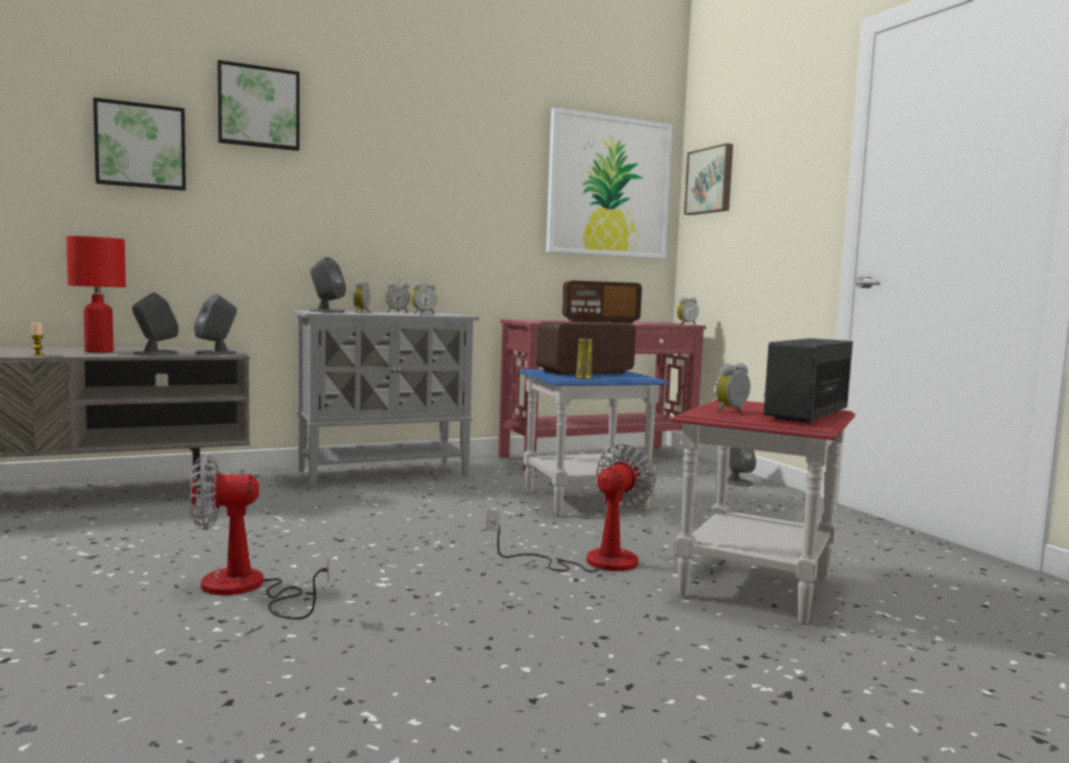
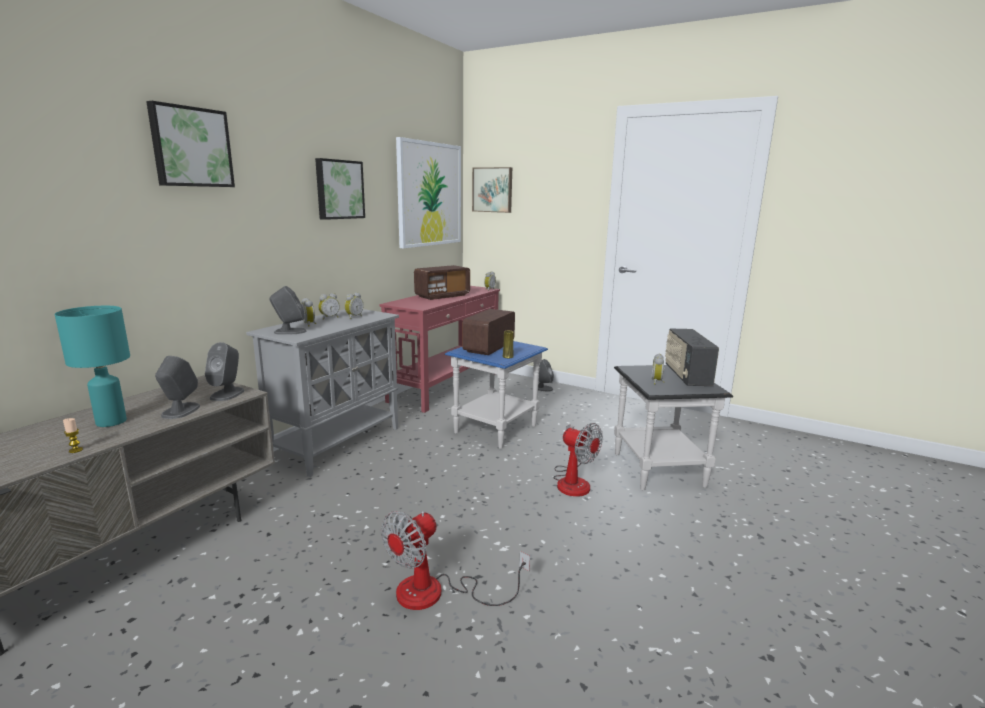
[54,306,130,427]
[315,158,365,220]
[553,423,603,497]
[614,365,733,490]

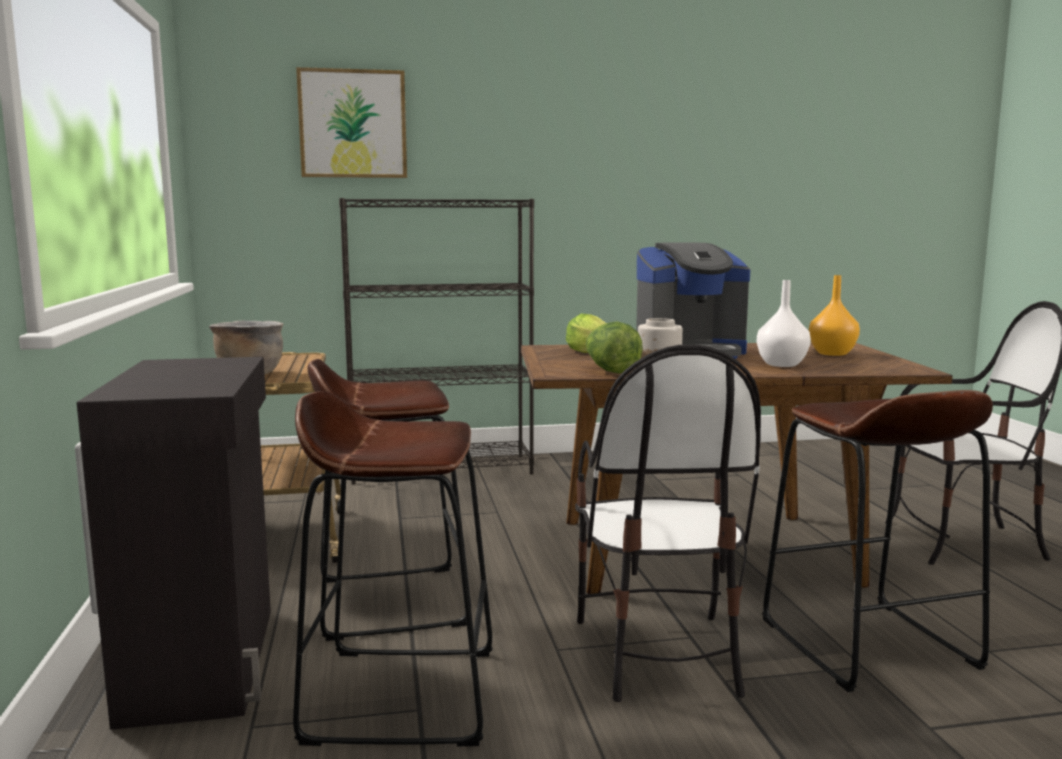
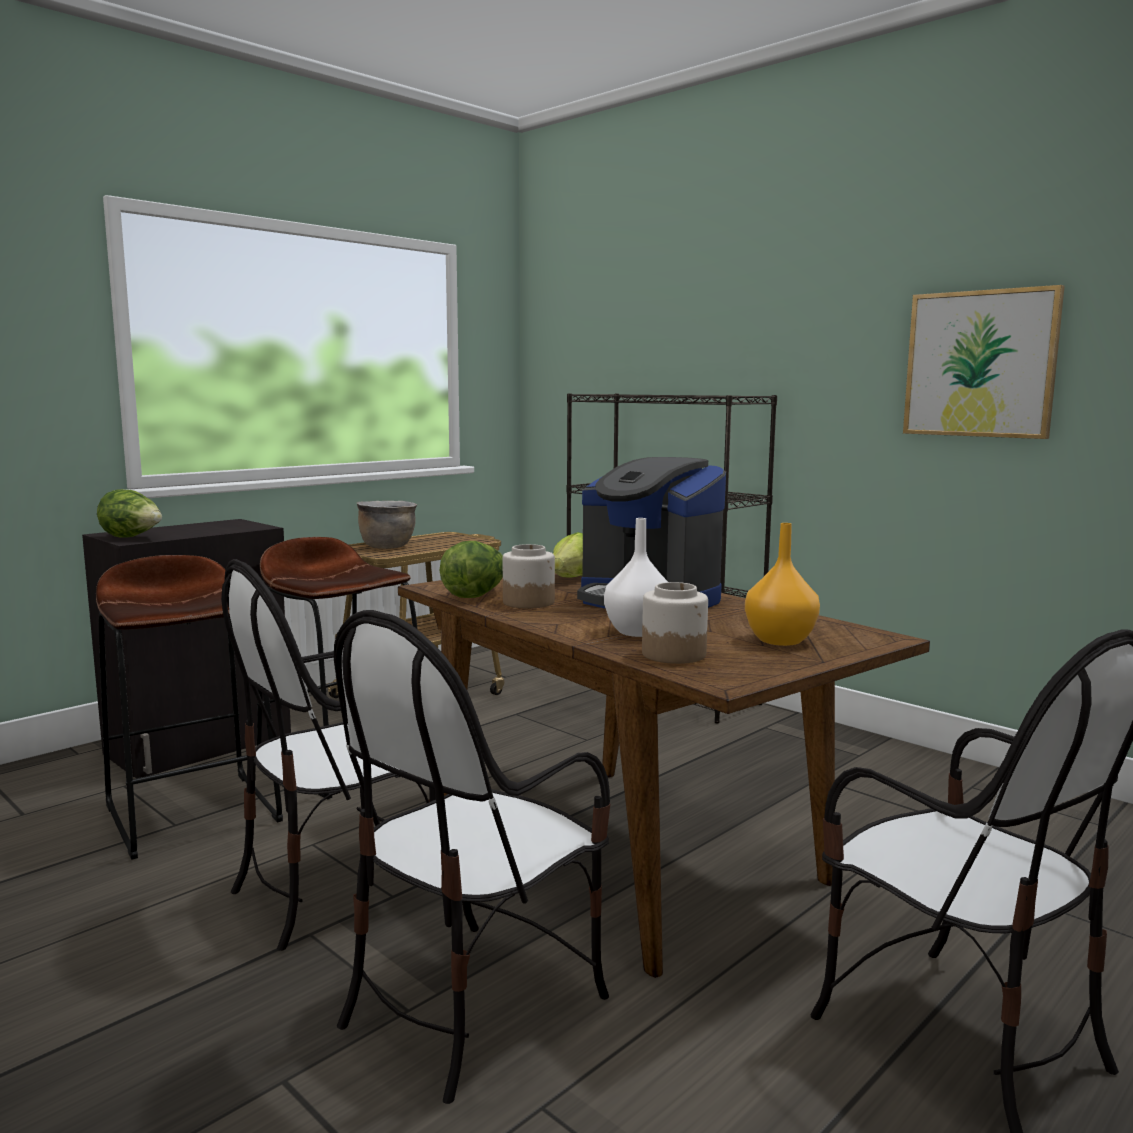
[97,489,162,538]
[334,610,611,1104]
[642,582,708,664]
[903,285,1065,439]

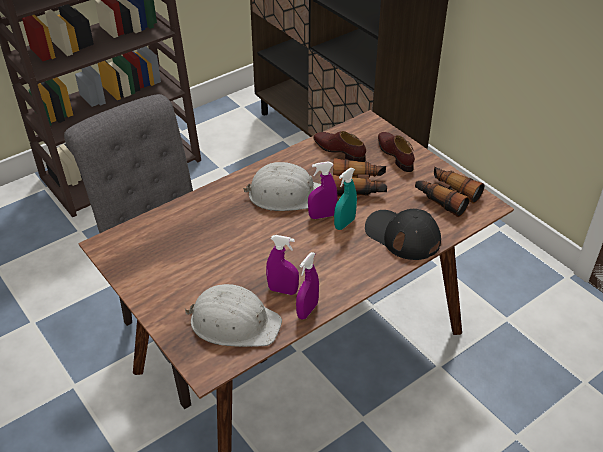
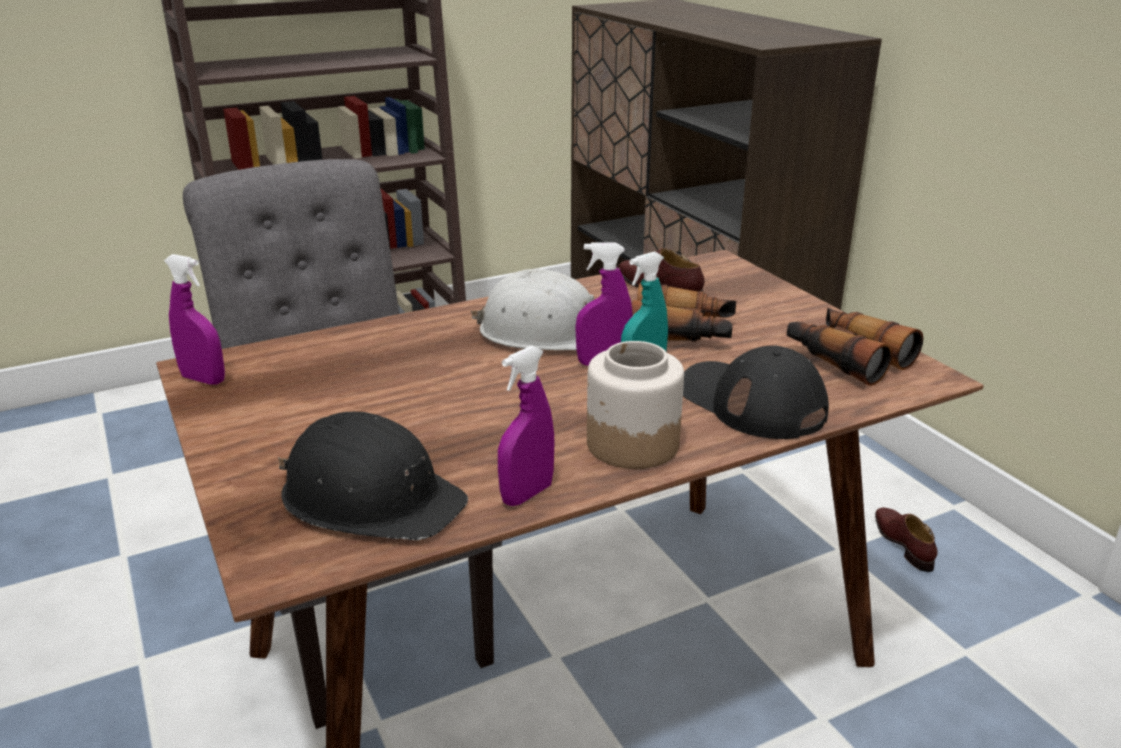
[164,254,225,385]
[278,412,468,540]
[587,341,684,469]
[875,507,937,572]

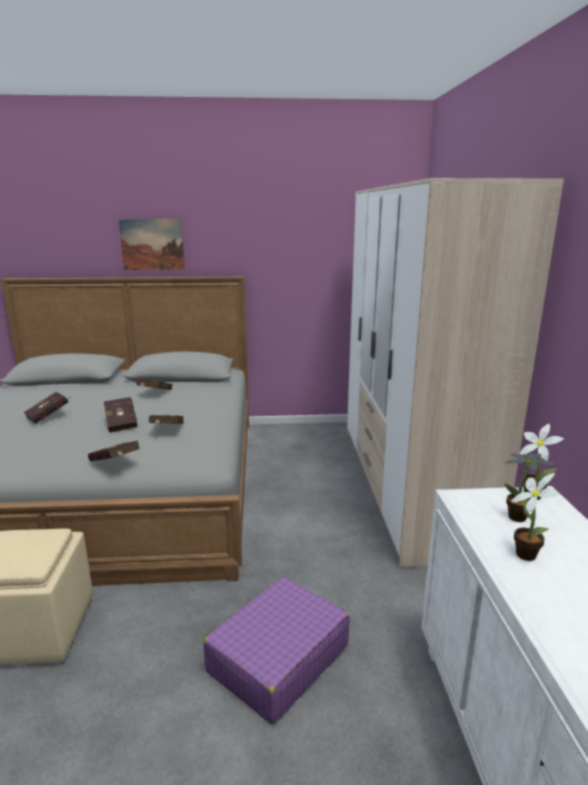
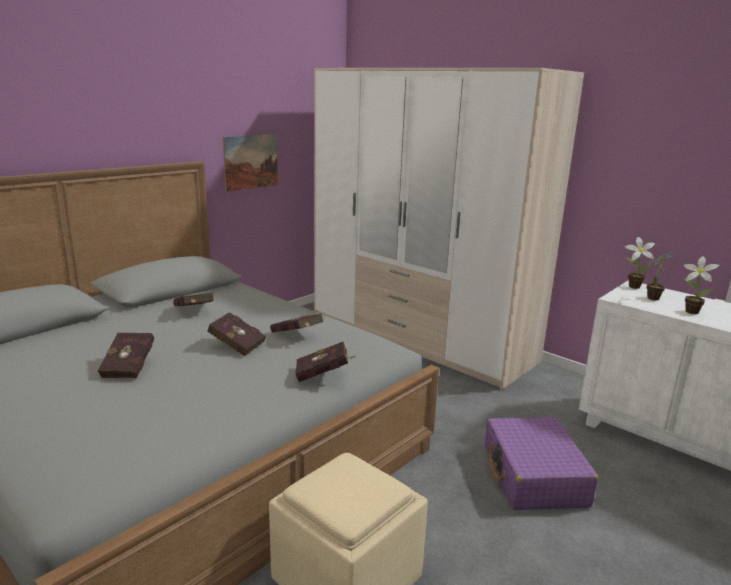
[223,135,278,192]

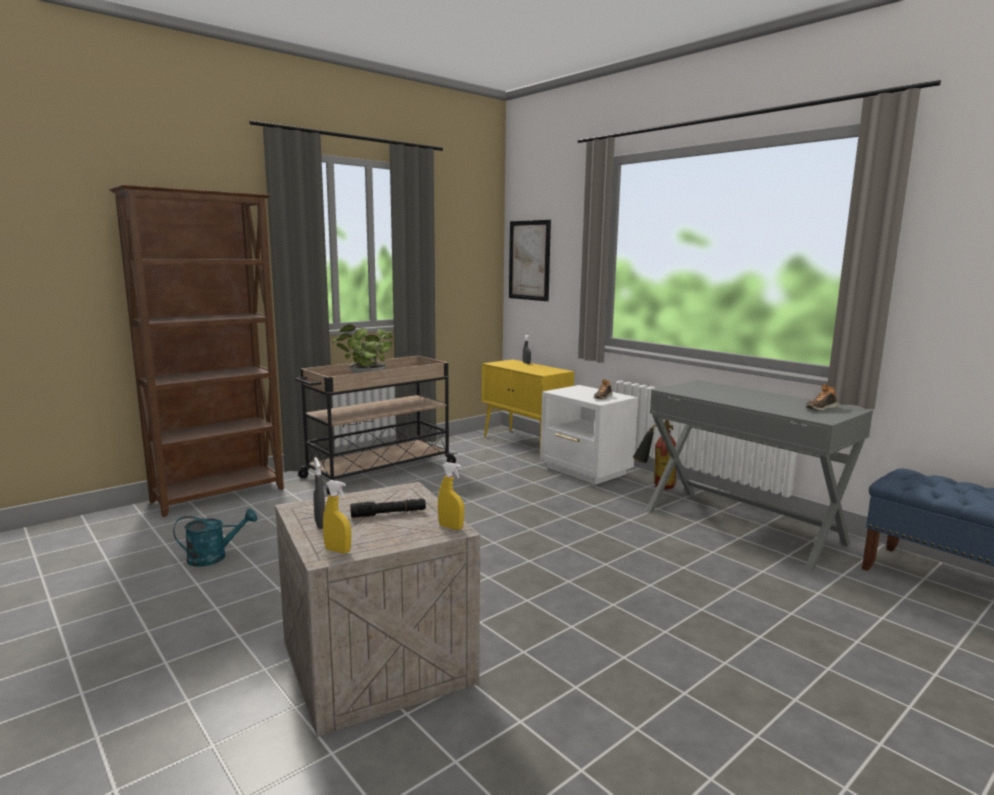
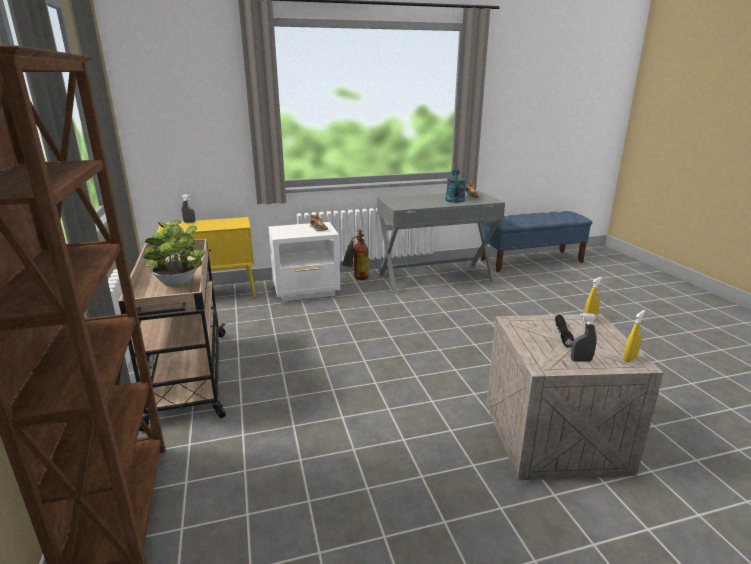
[446,169,466,203]
[509,219,551,301] (first image)

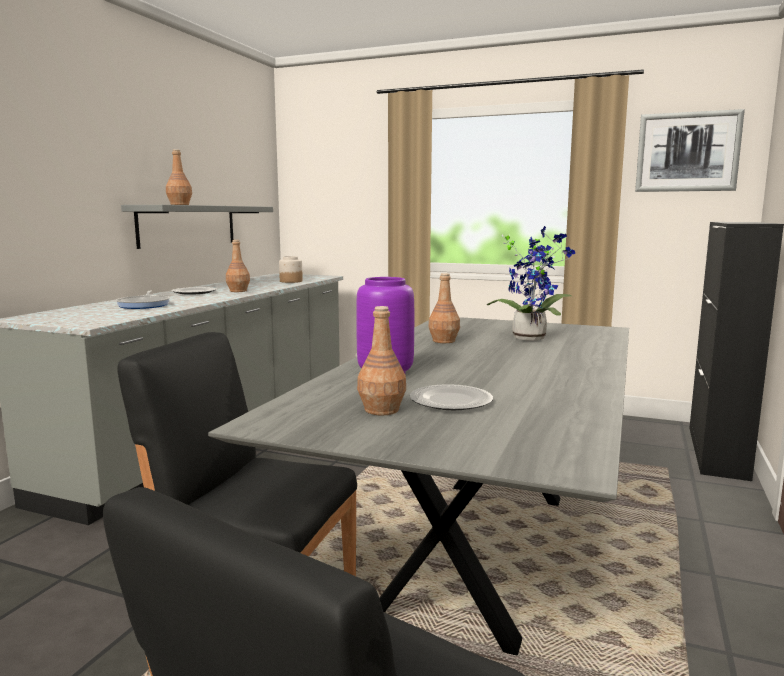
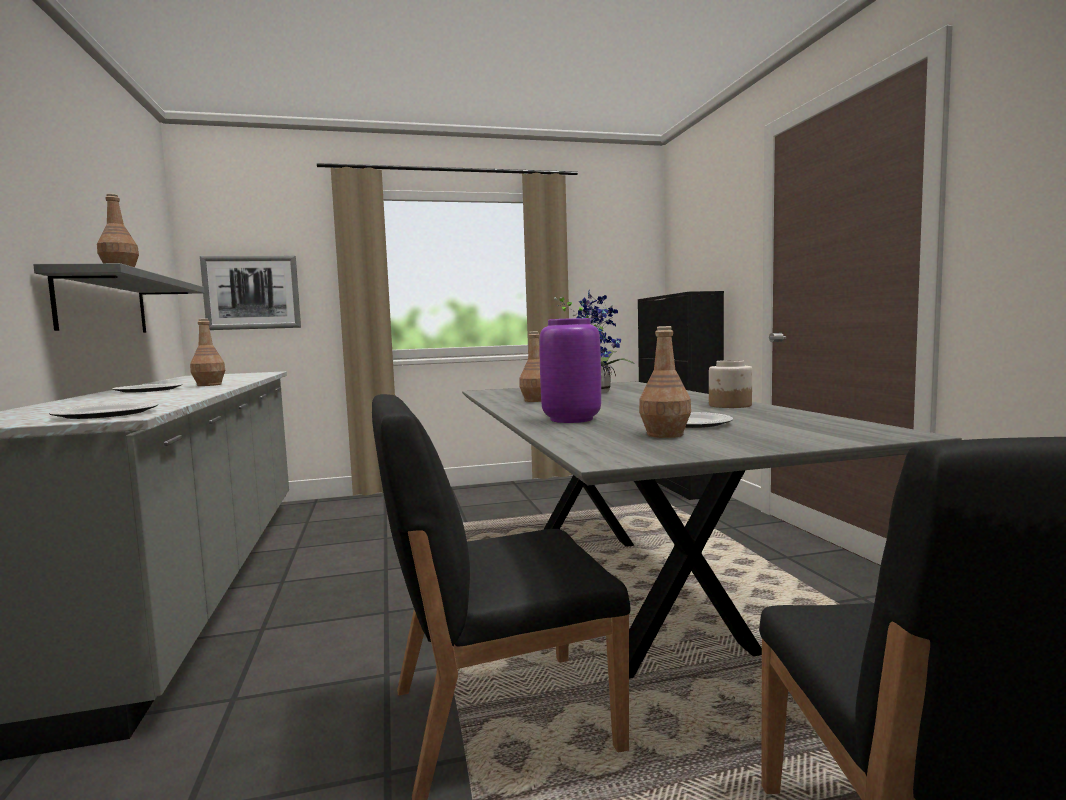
[49,403,158,419]
[200,256,301,330]
[709,360,752,408]
[116,291,170,309] (first image)

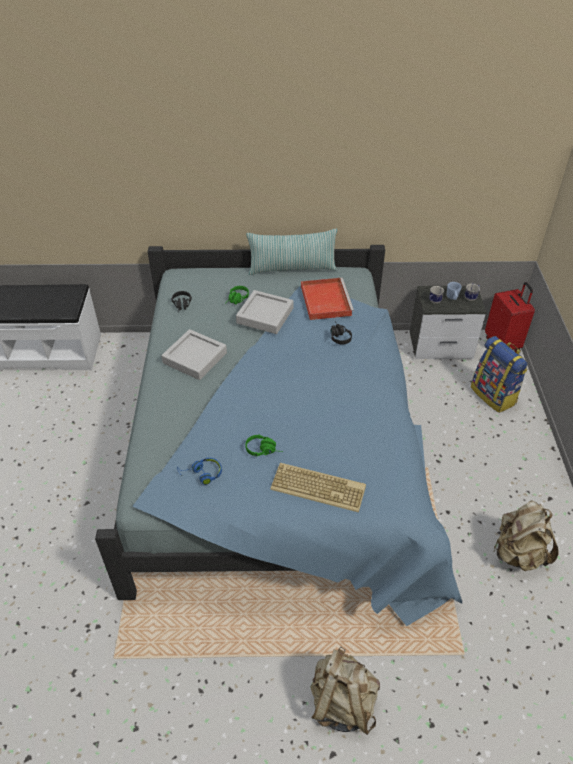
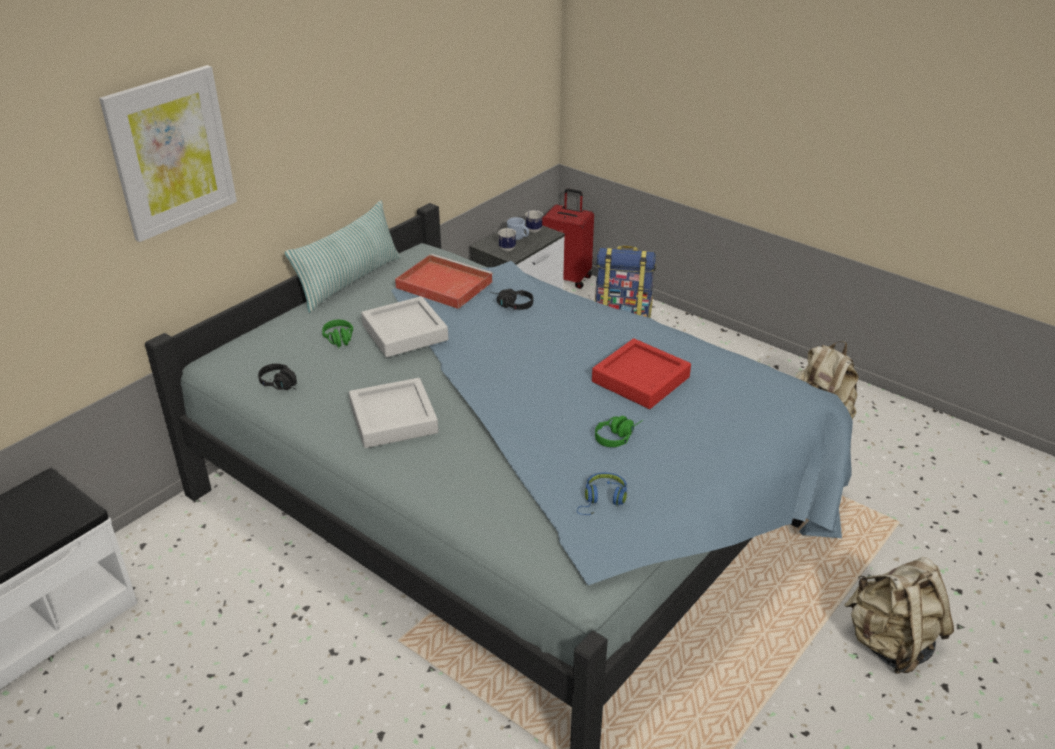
[99,65,237,242]
[592,338,691,409]
[270,463,366,512] (first image)

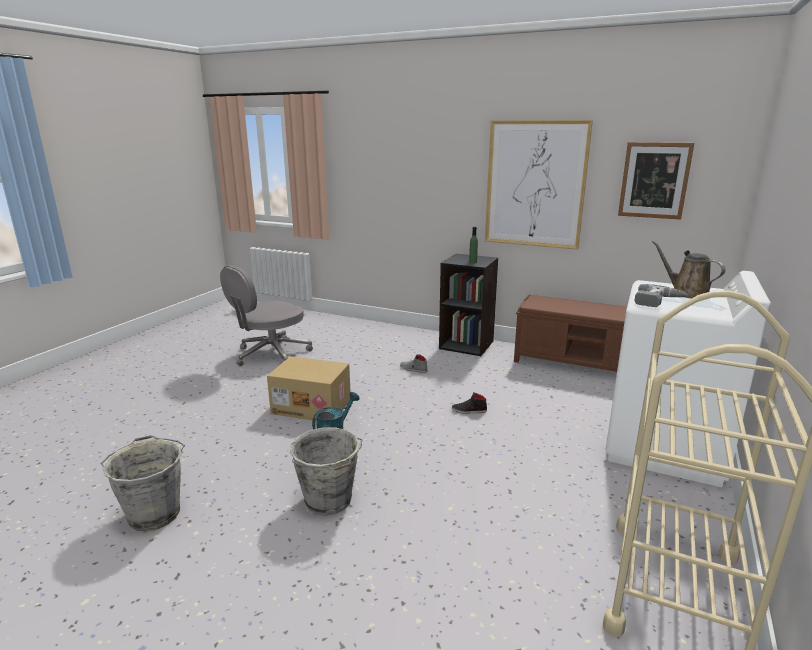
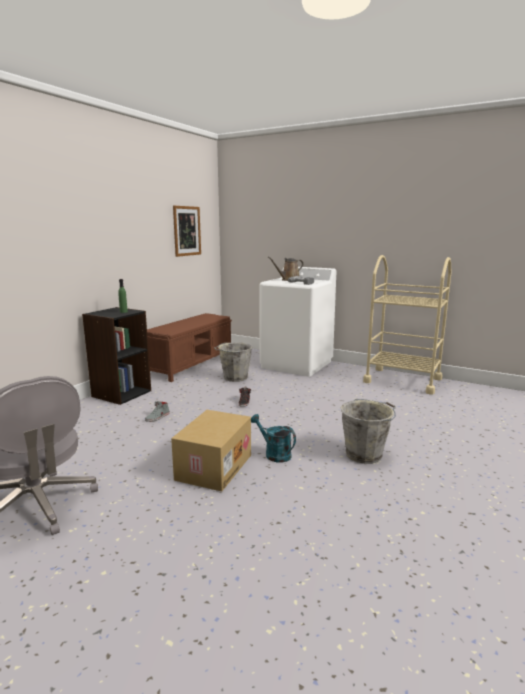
[214,342,252,382]
[485,120,593,250] (first image)

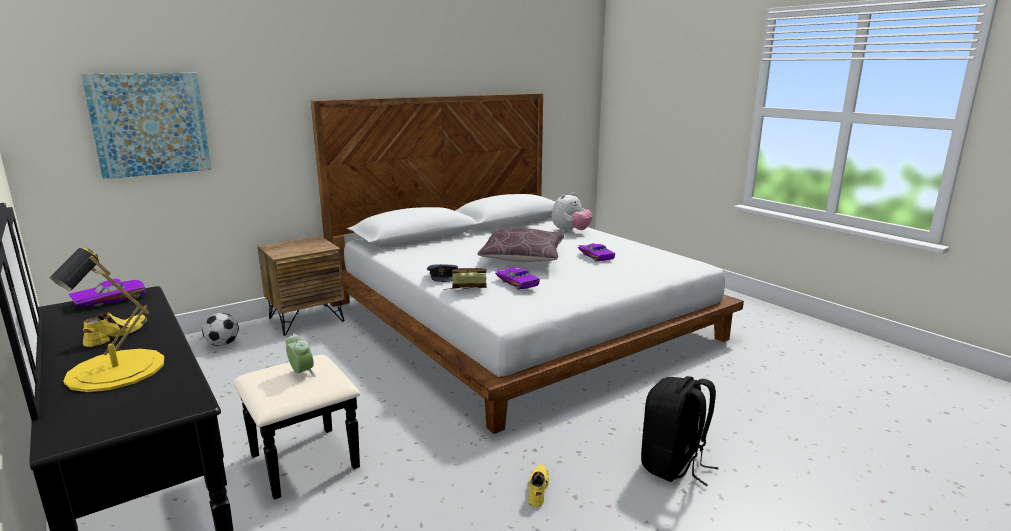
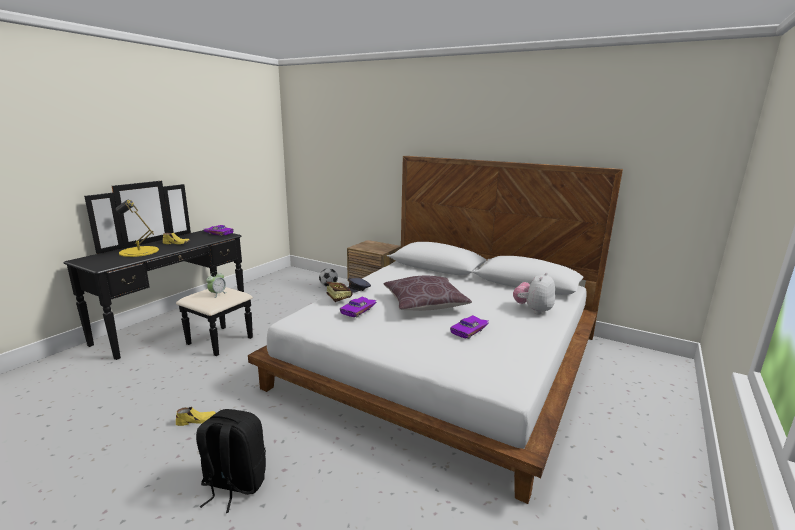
[513,272,555,315]
[81,73,212,179] (first image)

